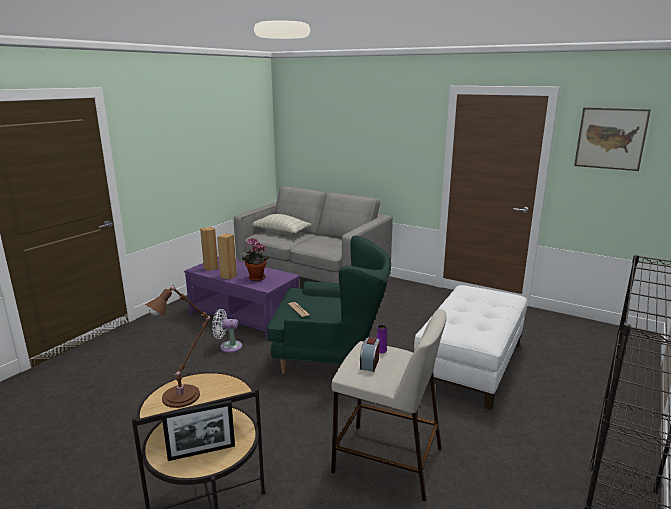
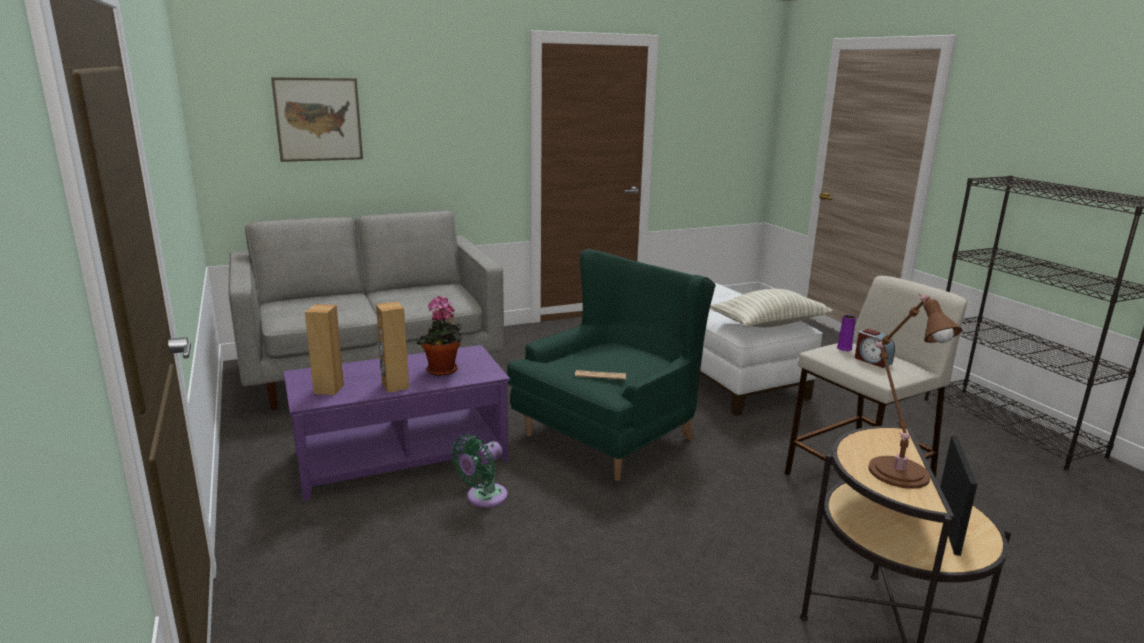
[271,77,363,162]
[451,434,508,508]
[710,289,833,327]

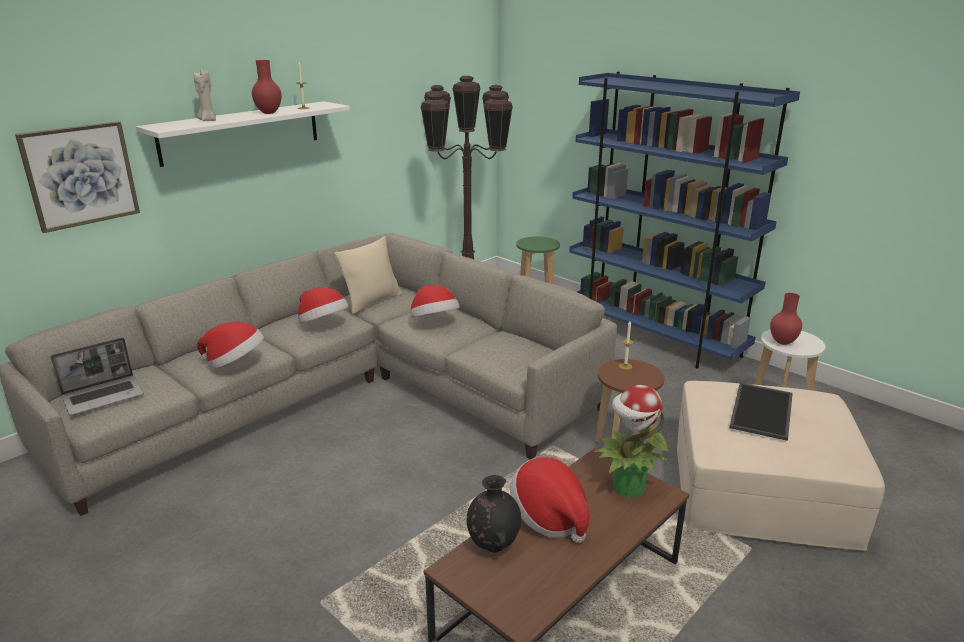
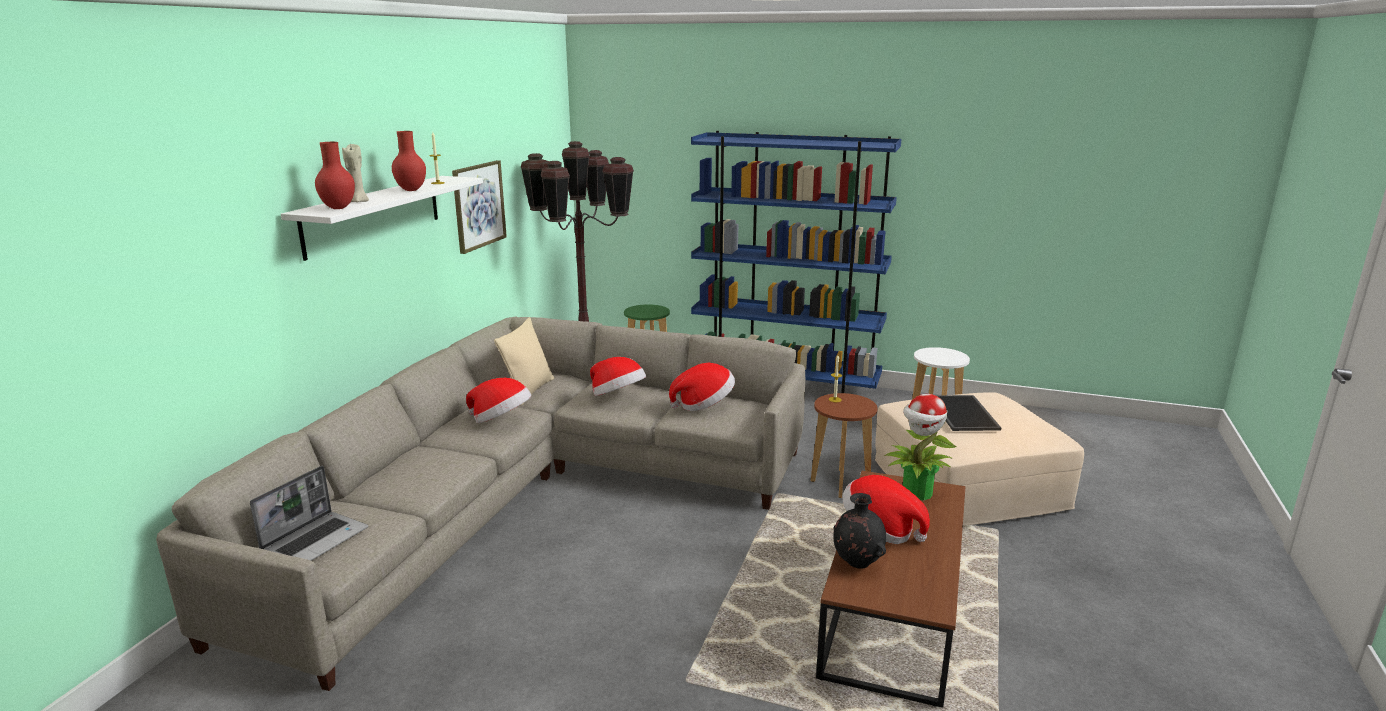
[315,142,355,209]
[452,160,507,254]
[669,363,735,411]

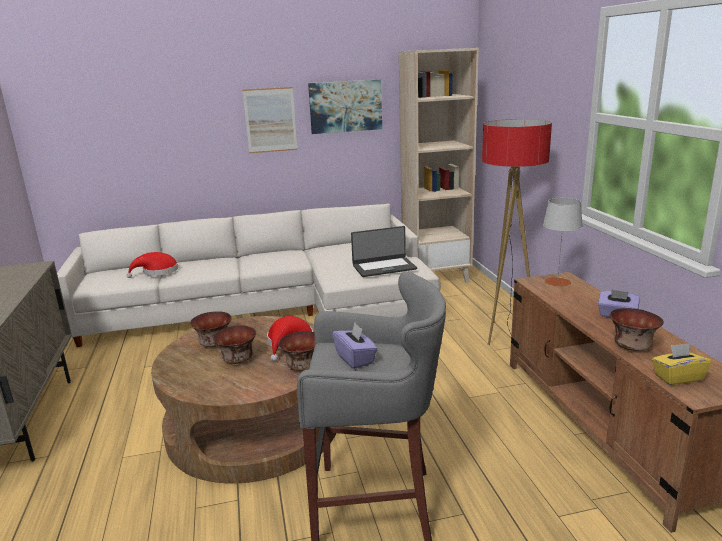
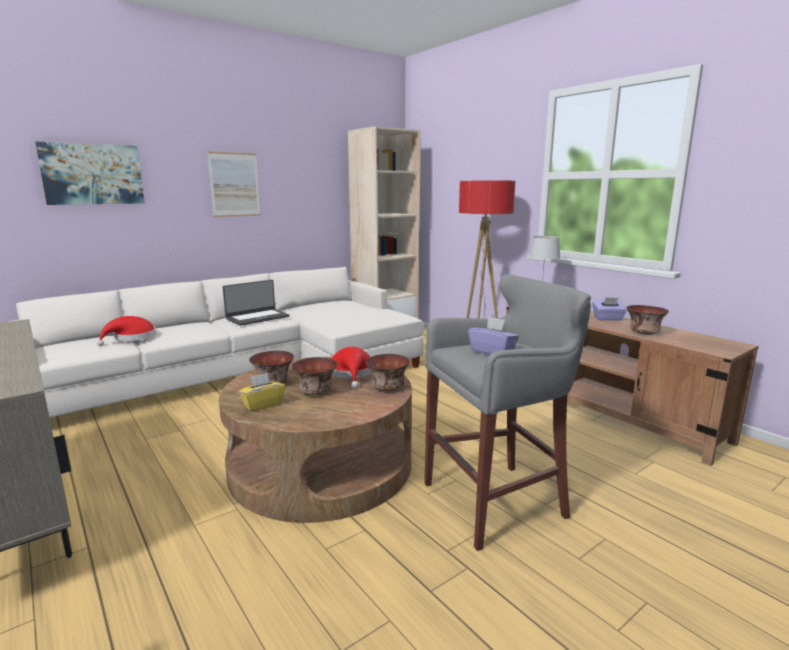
[35,142,145,205]
[223,280,290,326]
[239,373,285,412]

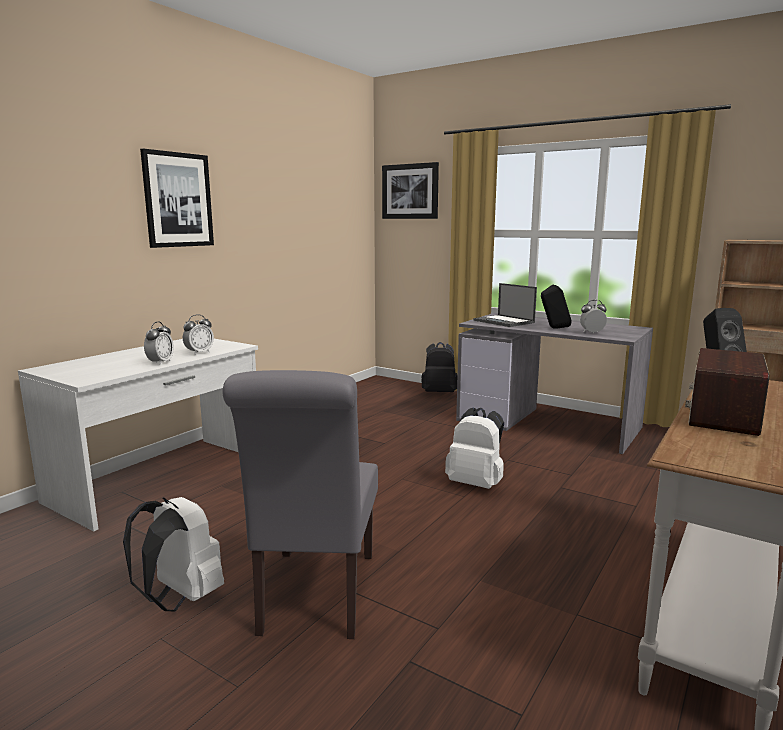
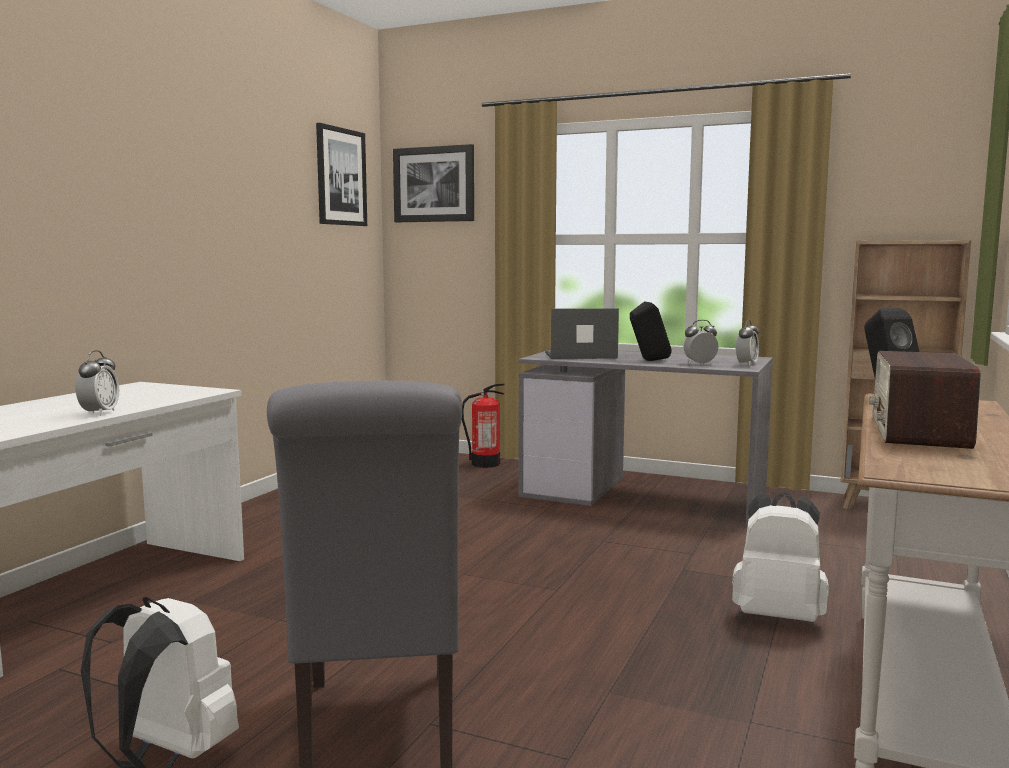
[316,123,367,226]
[462,383,505,468]
[545,308,619,359]
[732,492,829,622]
[736,320,759,366]

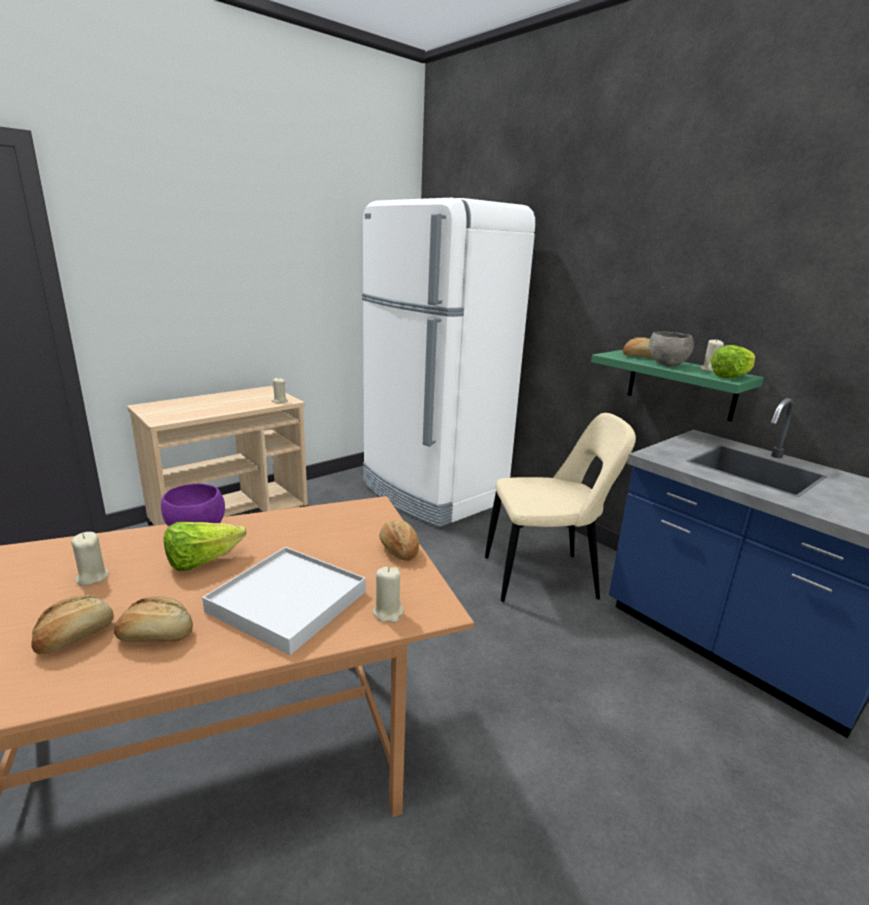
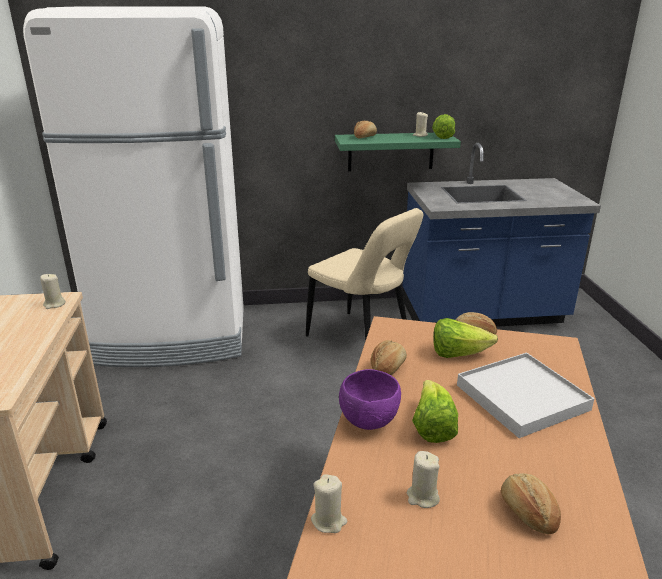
[306,208,423,341]
[311,474,347,533]
[371,340,407,375]
[433,318,498,358]
[649,331,694,366] (first image)

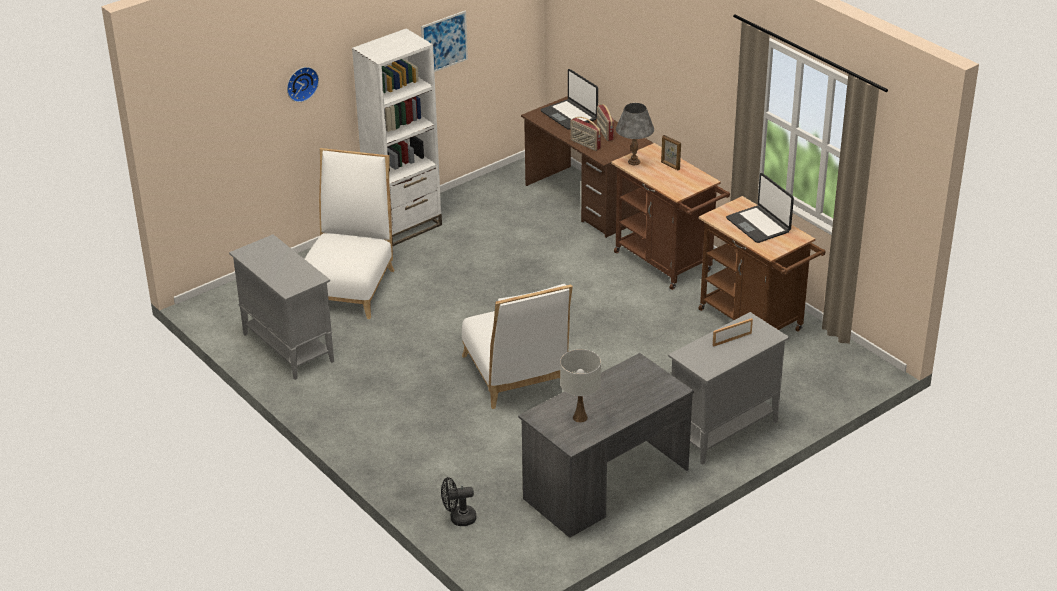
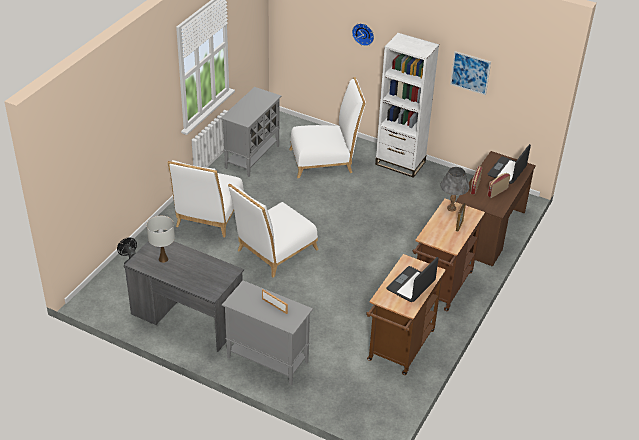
[167,160,244,237]

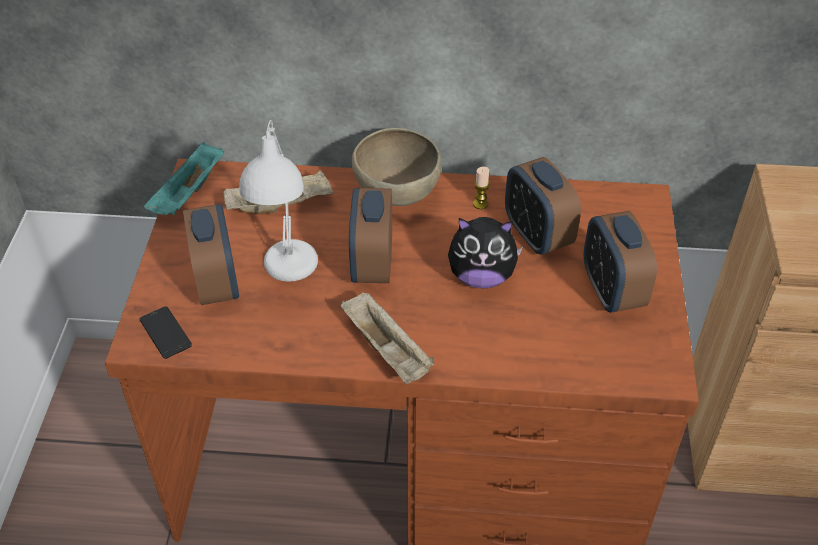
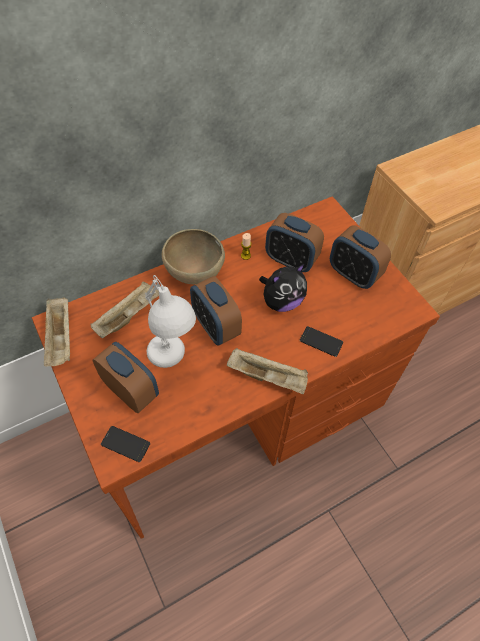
[44,297,70,367]
[300,326,343,357]

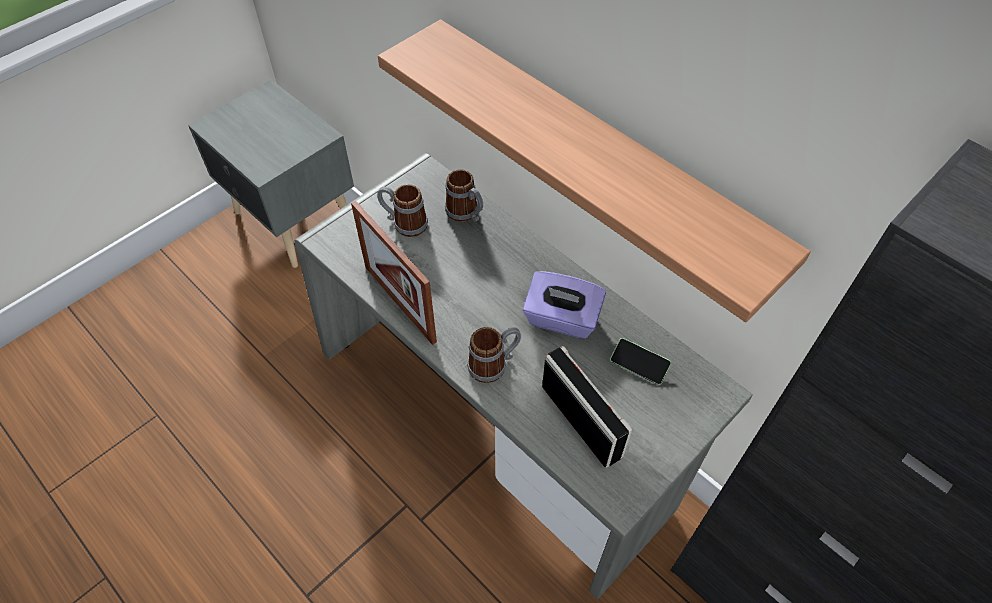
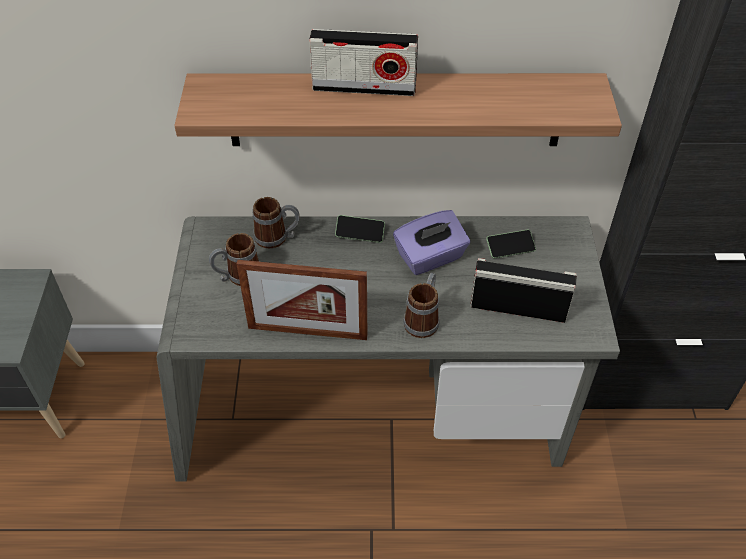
[309,29,418,96]
[335,215,385,243]

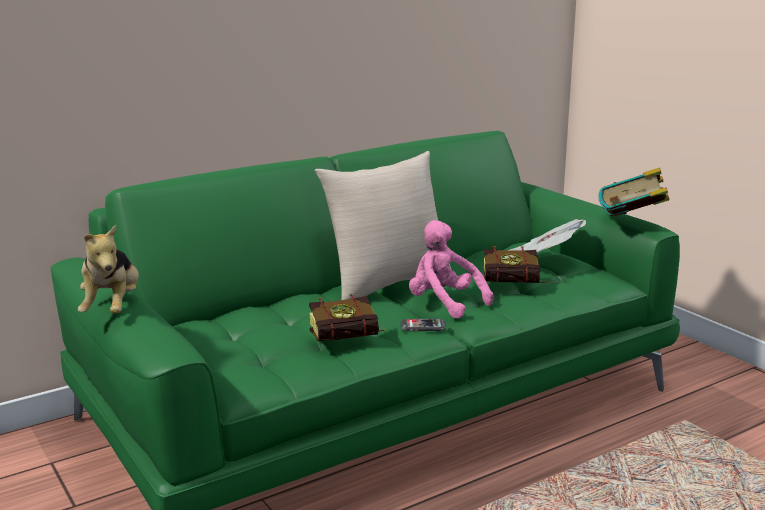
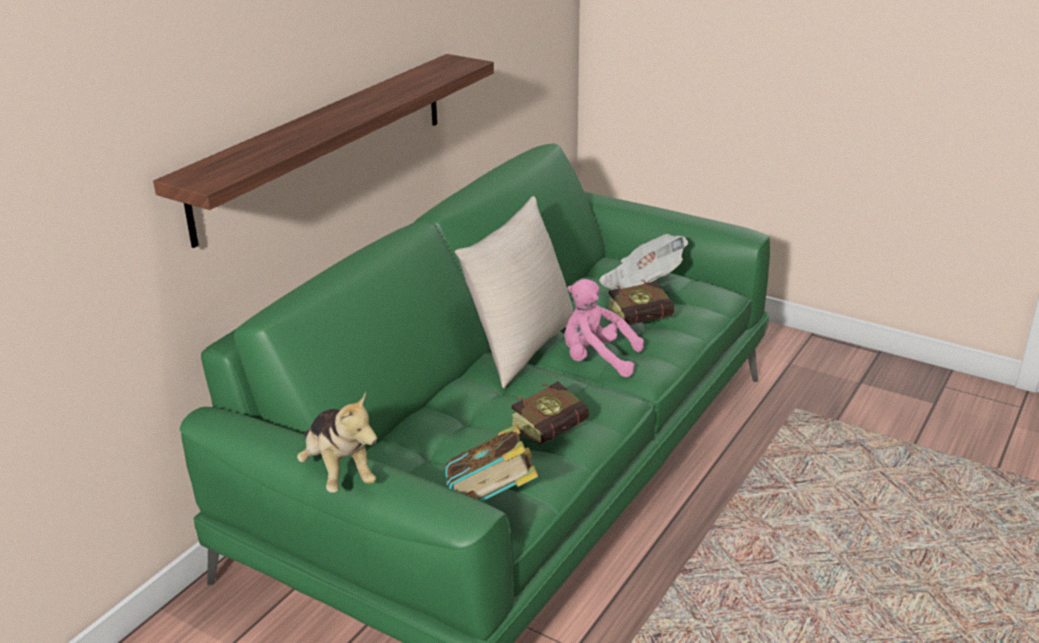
[153,54,494,248]
[445,424,538,501]
[401,319,446,331] (first image)

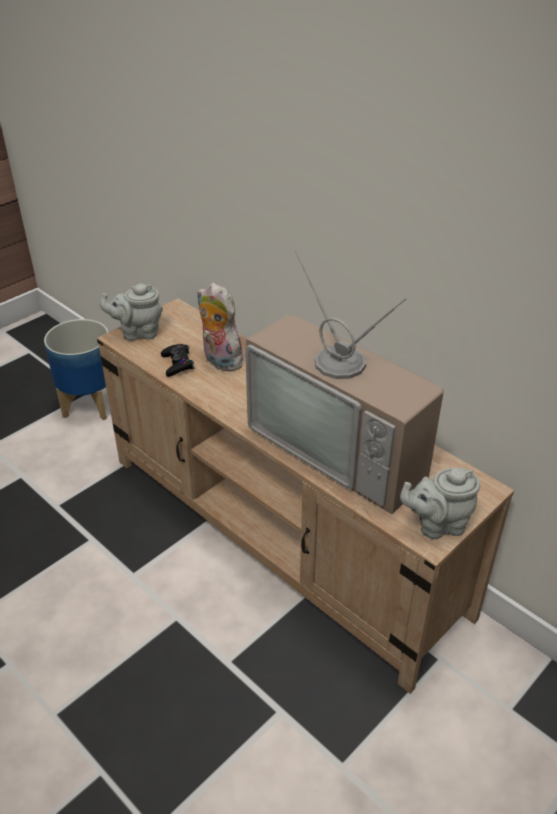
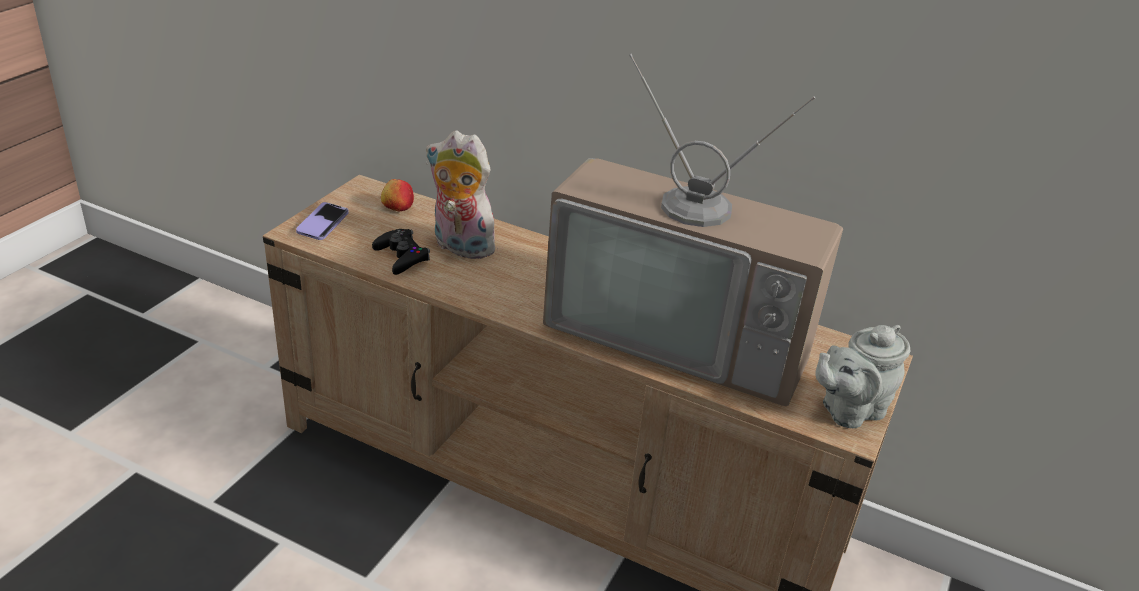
[296,202,349,240]
[381,179,414,211]
[44,319,108,420] (first image)

